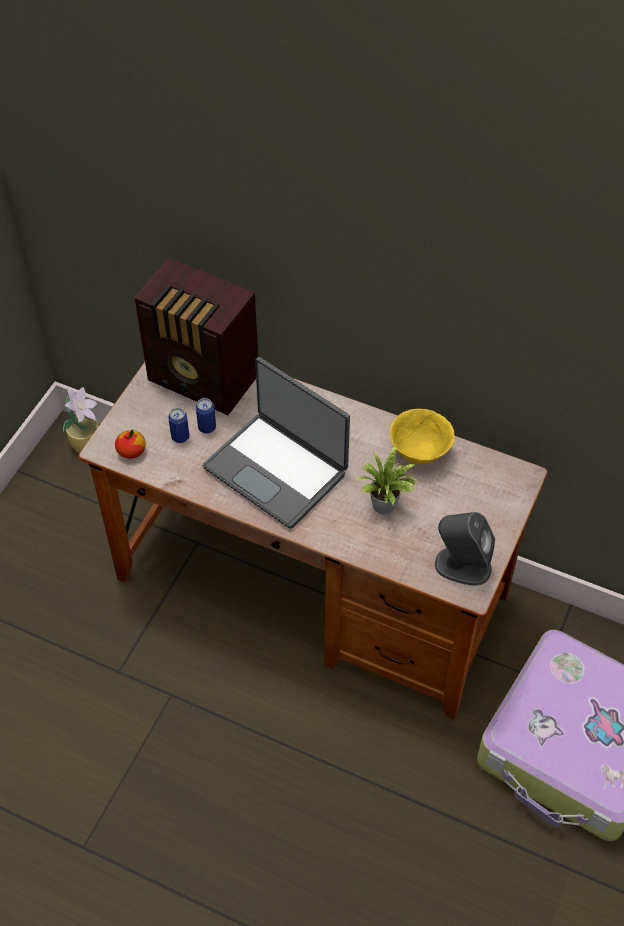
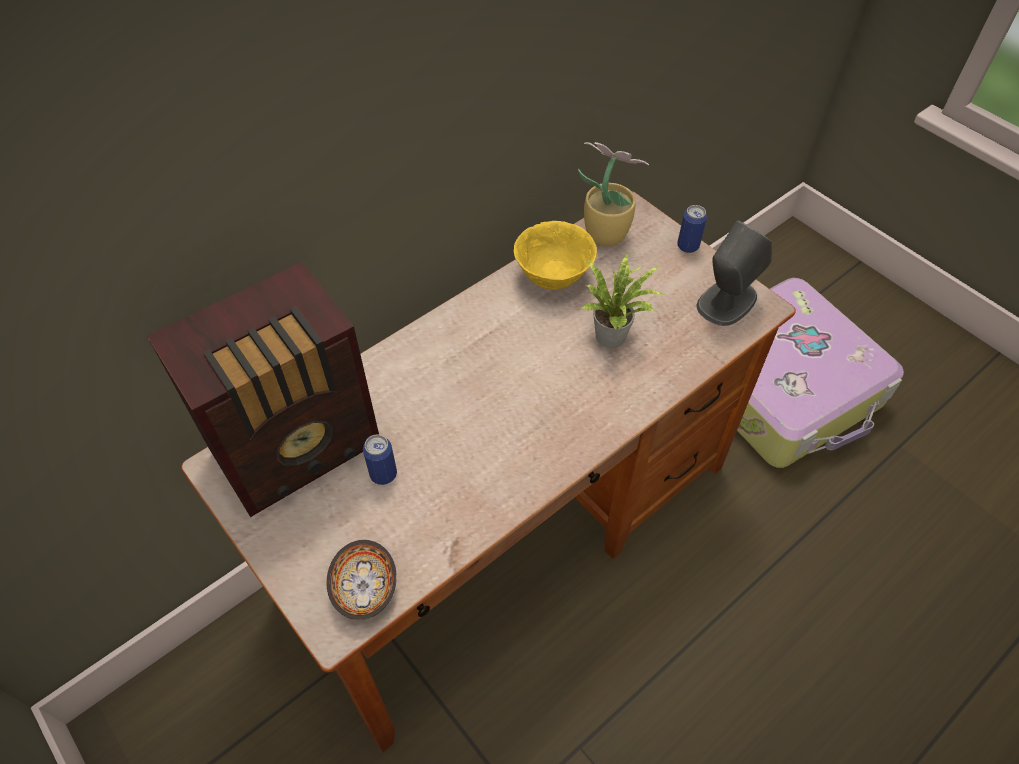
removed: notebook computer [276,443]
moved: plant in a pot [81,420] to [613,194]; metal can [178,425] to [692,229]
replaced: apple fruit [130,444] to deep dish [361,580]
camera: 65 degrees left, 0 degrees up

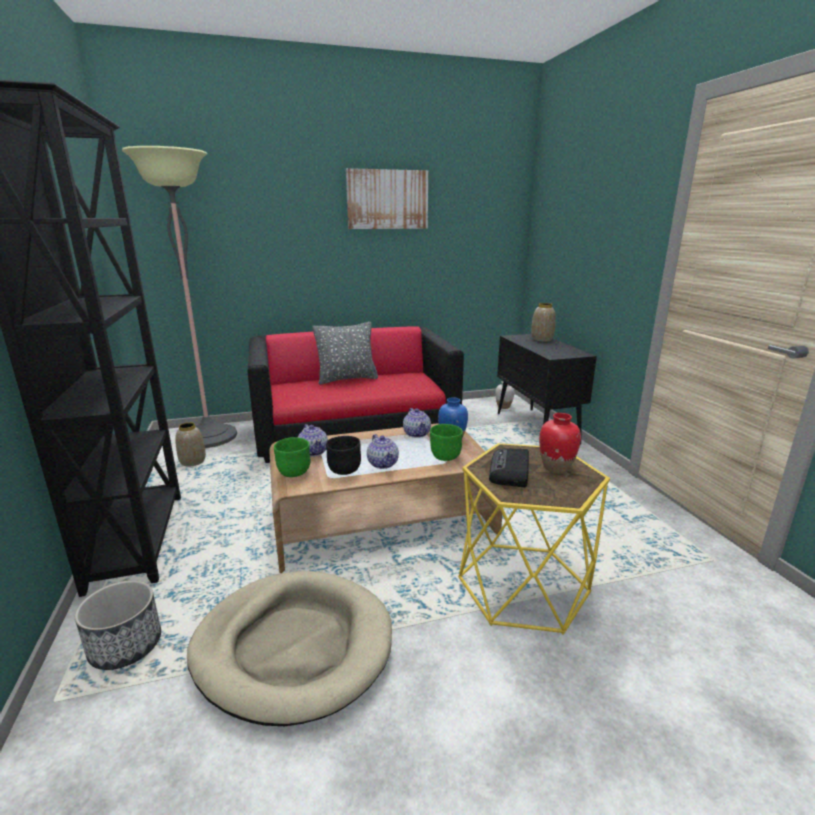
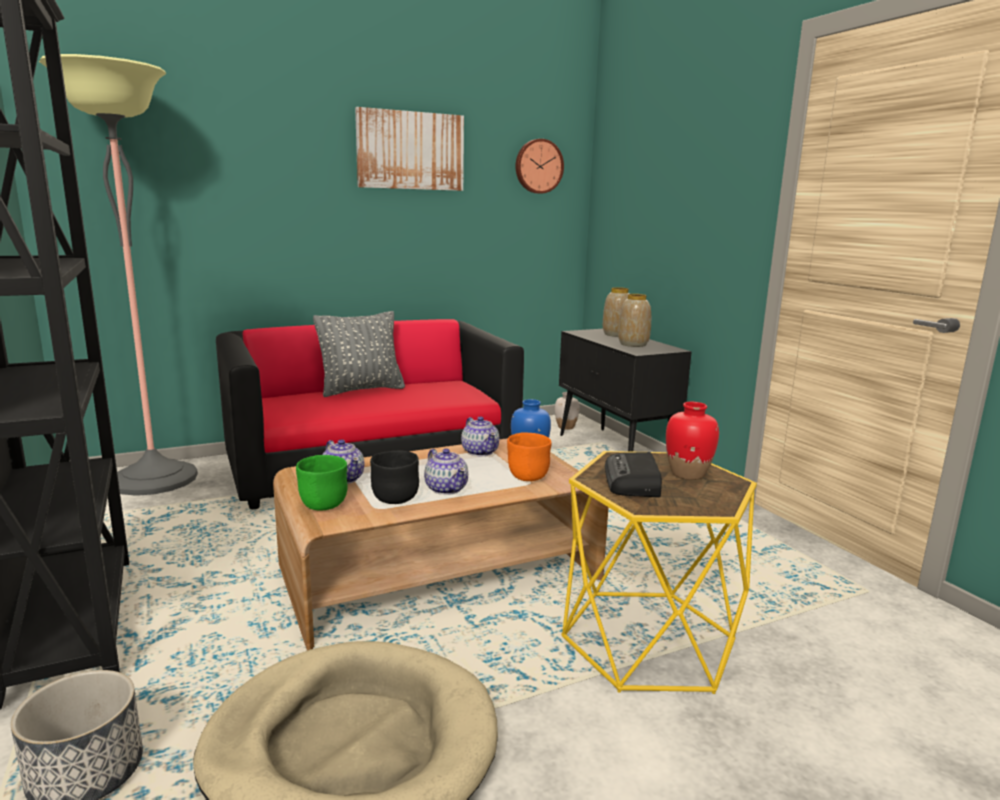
added: clock on the wall [540,166]
moved: flower vase [190,444] to [634,320]
recoloured: greenish deep dish [446,442] to orange deep dish [529,457]
camera: 10 degrees left, 5 degrees down

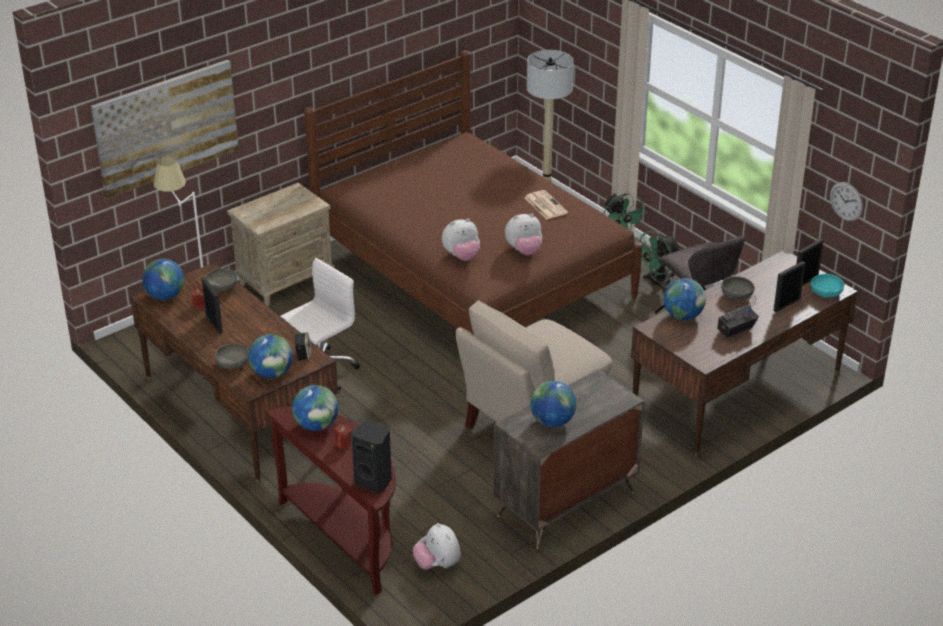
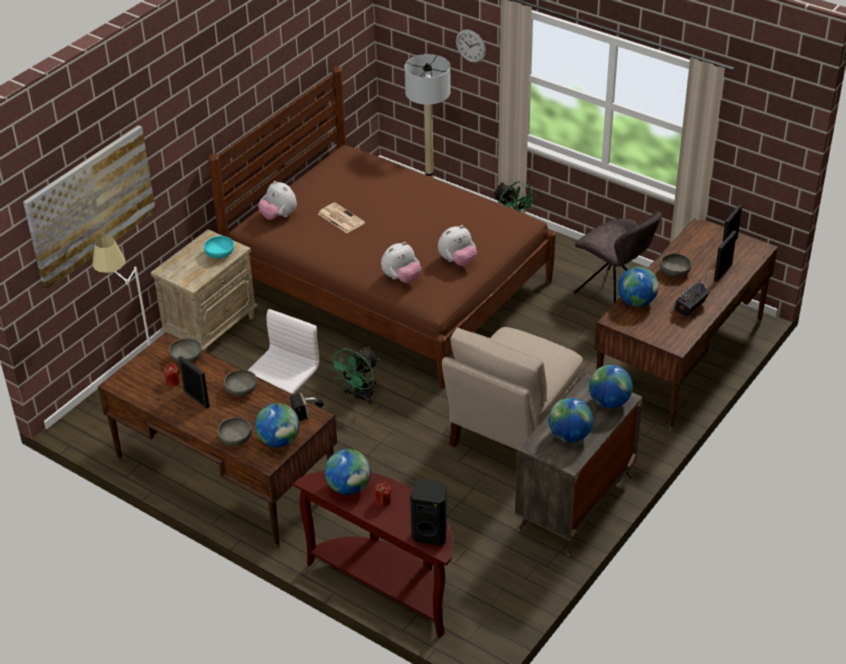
added: grey deep dish [240,383]
moved: clock on the wall [846,201] to [471,46]; daily paper [546,205] to [341,218]; greenish cooling fan [658,261] to [354,376]; world globe [163,279] to [611,387]; blue-green deep dish [827,285] to [219,247]; cuddly toy [437,546] to [277,200]
camera: 15 degrees left, 5 degrees up

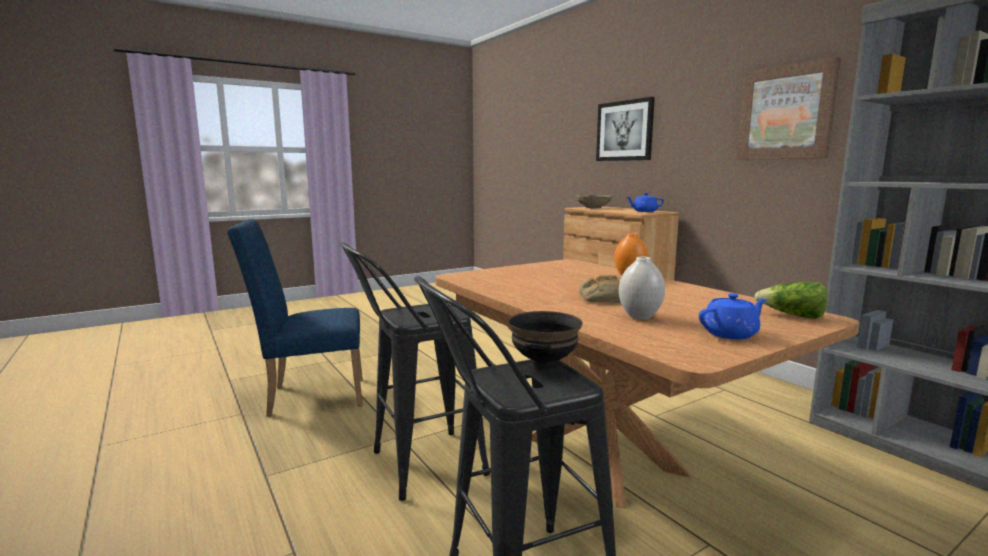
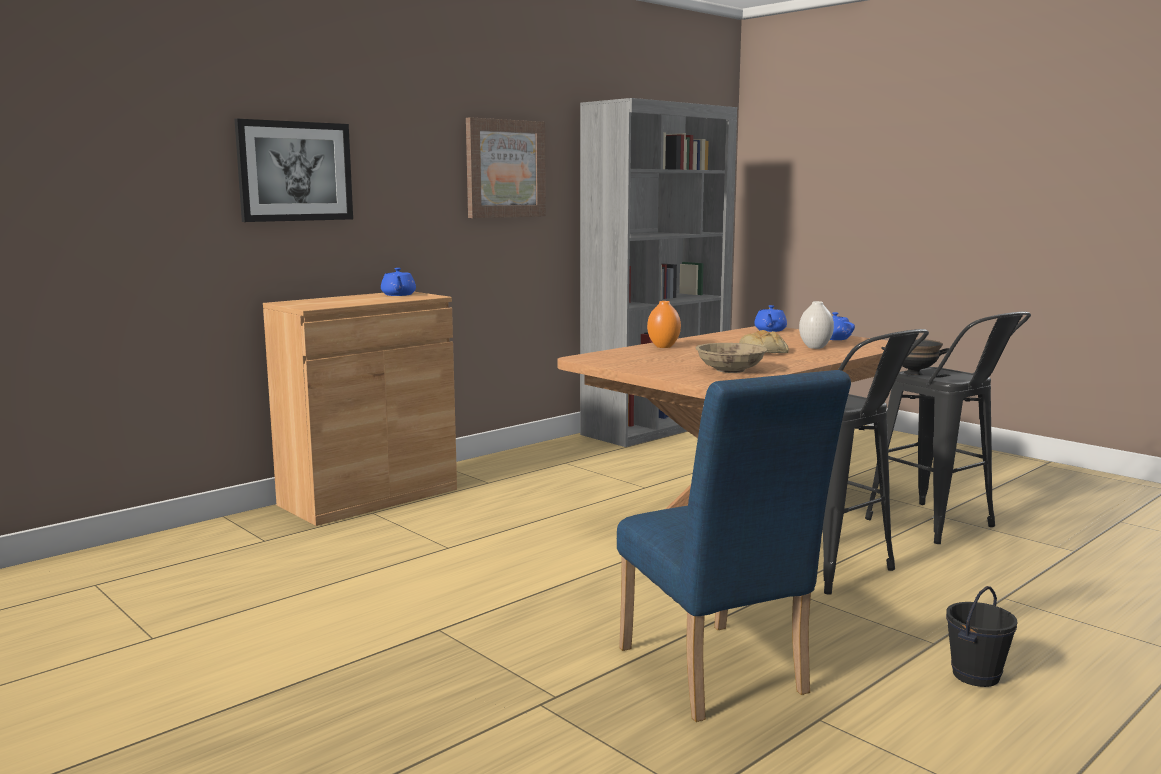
added: black pail [982,636]
moved: sand-coloured deep dish [594,201] to [731,358]
replaced: lettuce head [791,300] to blue-coloured tea pot [770,318]
camera: 100 degrees left, 0 degrees up

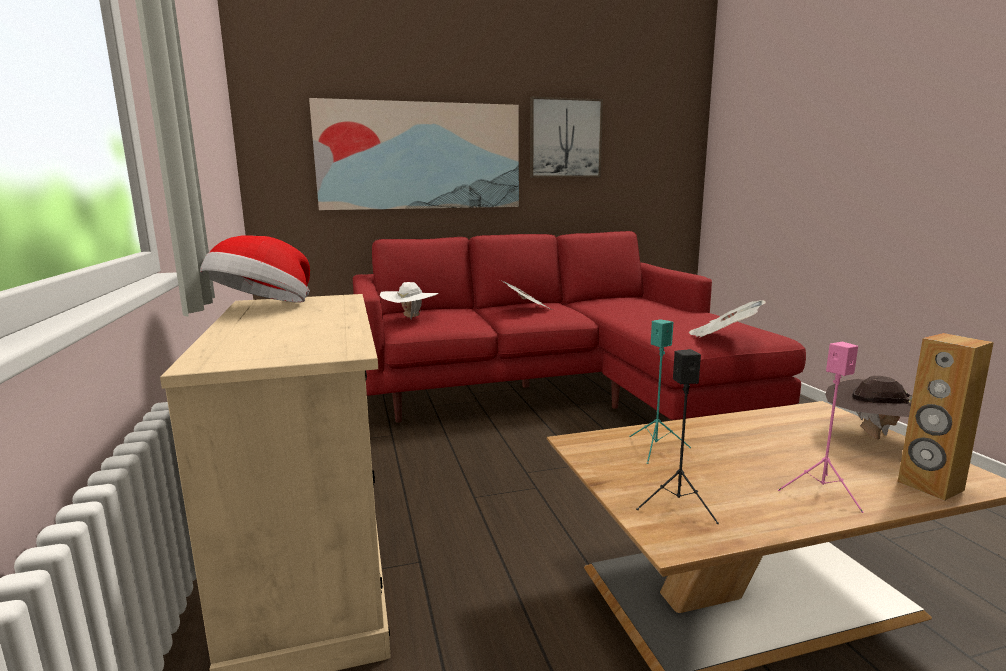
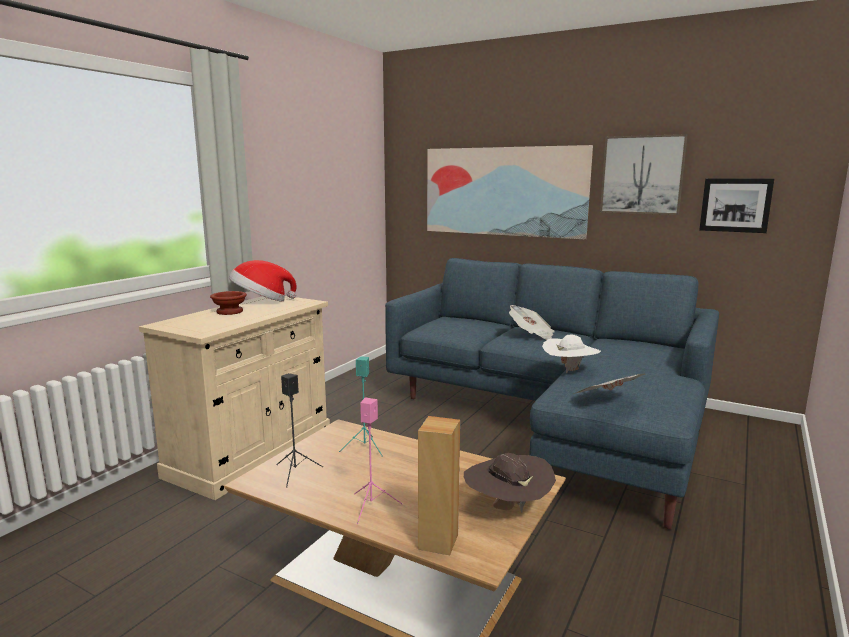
added: wall picture [736,205]; brownish deep dish [228,303]
moved: whitish wearable hat [409,300] to [571,354]
recoloured: reddish sofa [579,327] to blue-coloured sofa [552,393]
camera: 45 degrees right, 0 degrees up

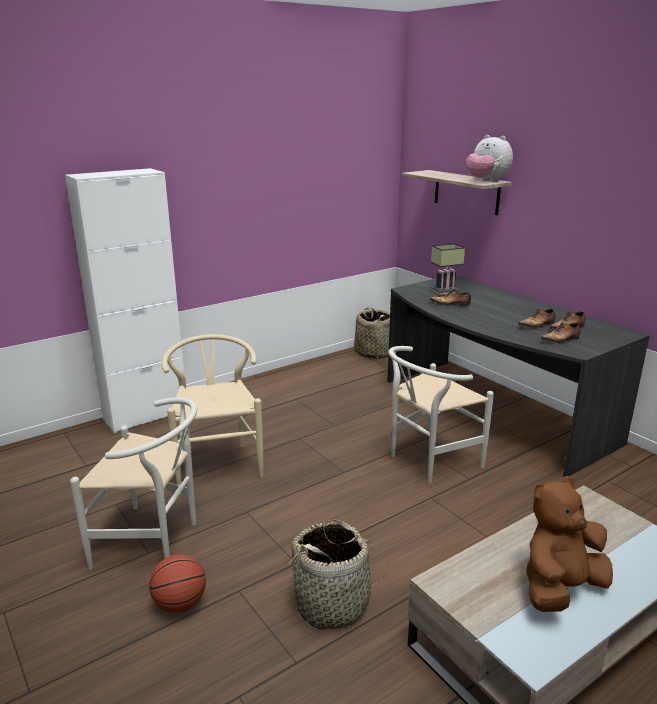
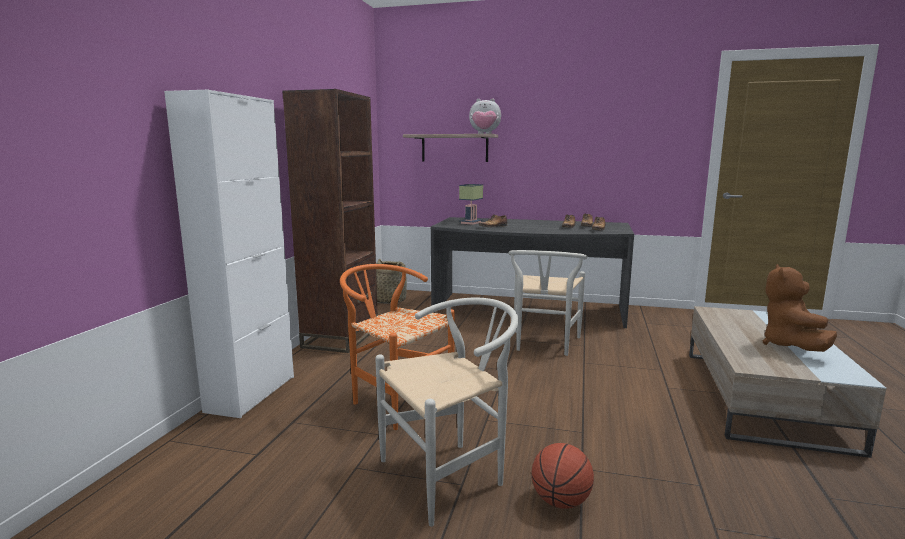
removed: household basket [336,574]
added: brownish bookshelf [330,221]
recoloured: sand-coloured plain chair [212,409] to orange plain chair [397,347]
camera: 40 degrees left, 10 degrees down

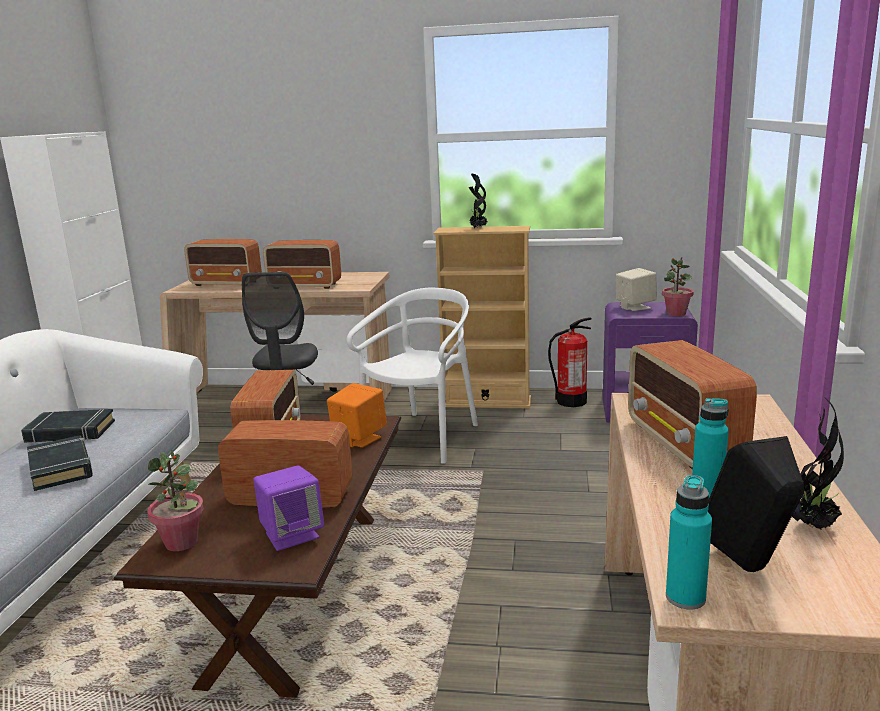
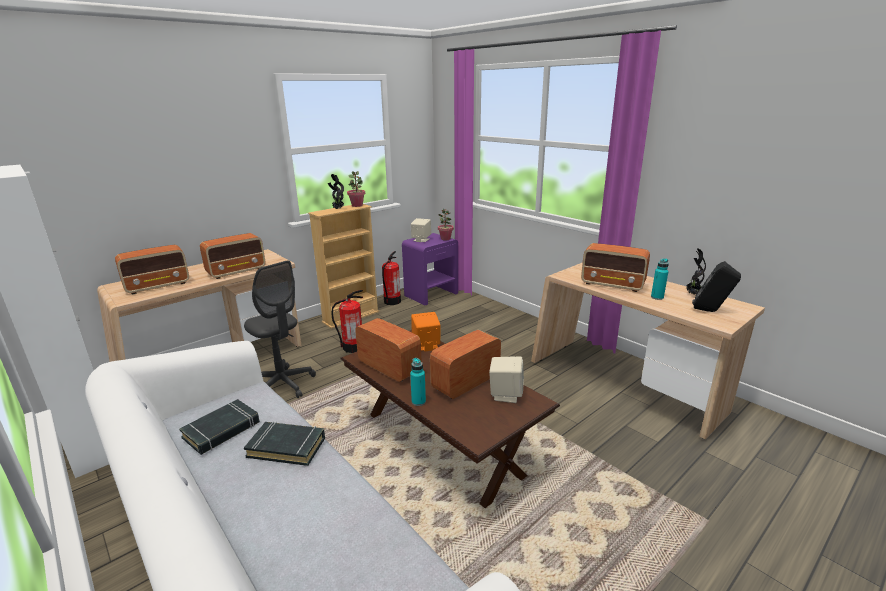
moved: plant in a pot [175,500] to [356,189]; blue-green bottle [689,542] to [418,382]
replaced: whitish plain chair [412,376] to fire extinguisher [347,321]
recoloured: purple loudspeaker [288,508] to sand-coloured loudspeaker [506,379]
camera: 50 degrees left, 5 degrees up

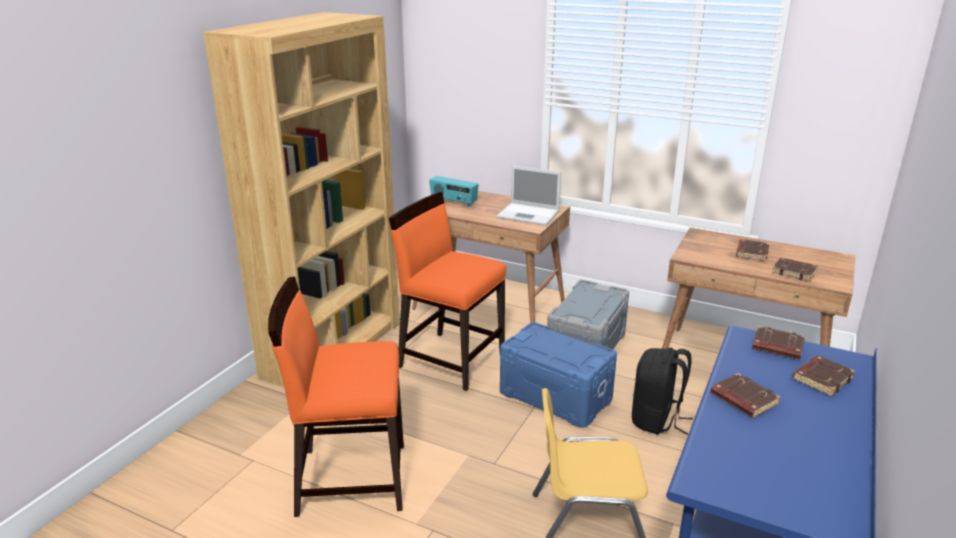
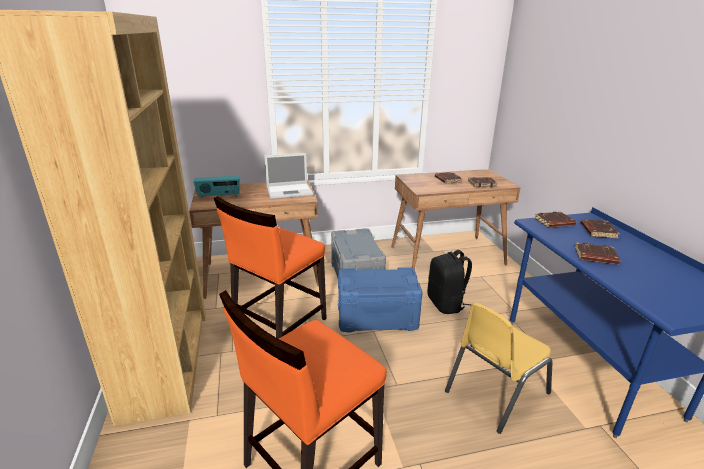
turned: orange plain chair [447,291] = [270,267] 45 degrees counterclockwise
camera: 40 degrees left, 0 degrees up

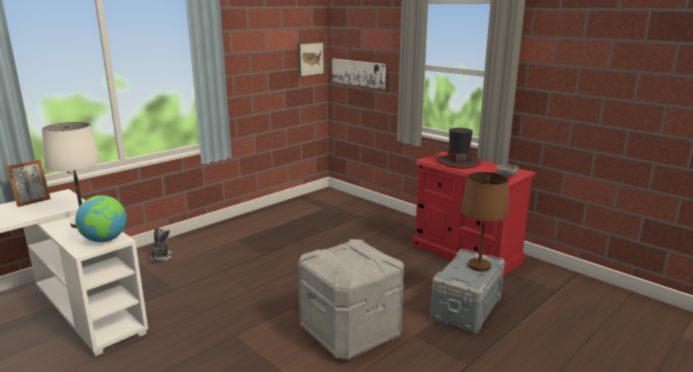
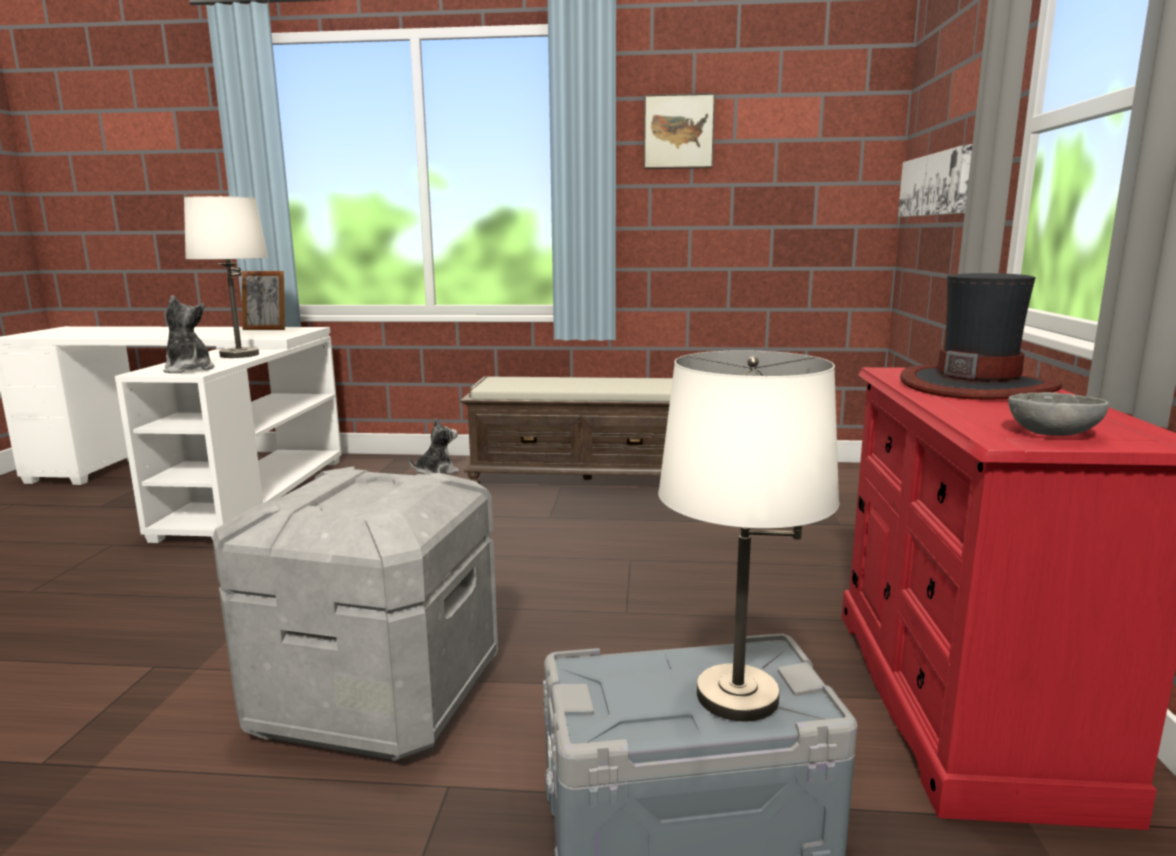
added: brownish bench [566,430]
moved: wall picture [310,59] to [679,131]
replaced: world globe [101,218] to cuddly toy [188,334]
recoloured: brownish table lamp [485,222] to whitish table lamp [748,535]
camera: 50 degrees right, 5 degrees down

